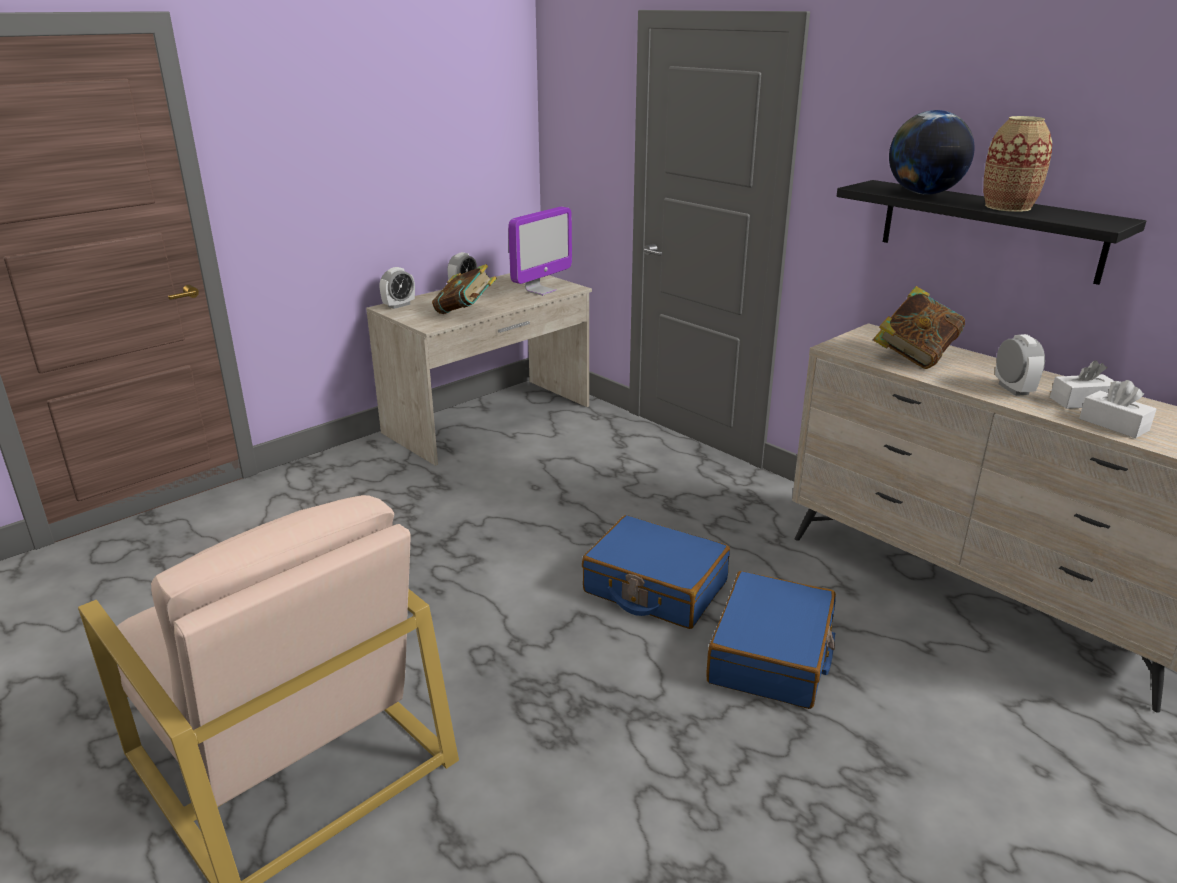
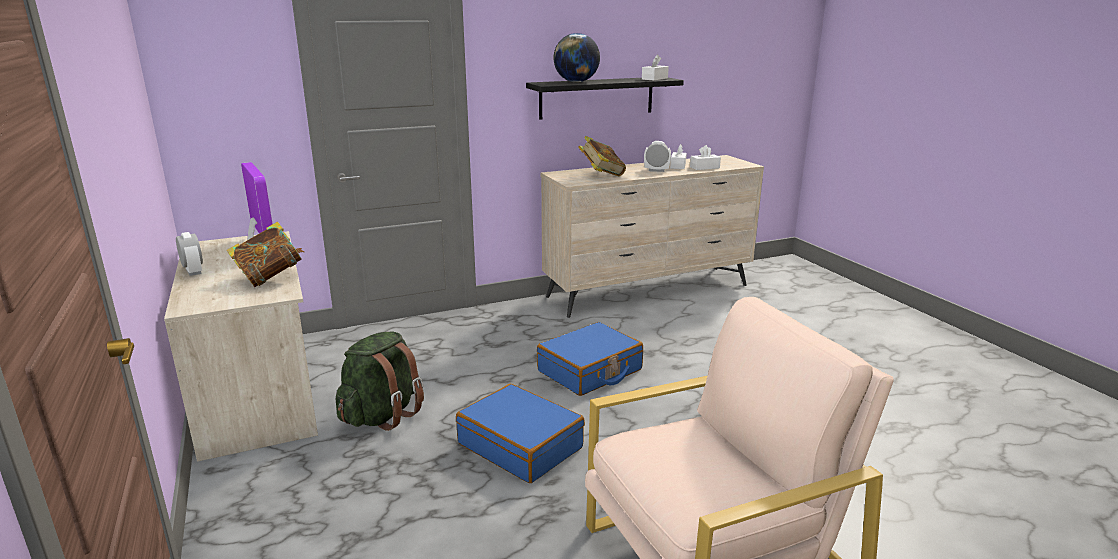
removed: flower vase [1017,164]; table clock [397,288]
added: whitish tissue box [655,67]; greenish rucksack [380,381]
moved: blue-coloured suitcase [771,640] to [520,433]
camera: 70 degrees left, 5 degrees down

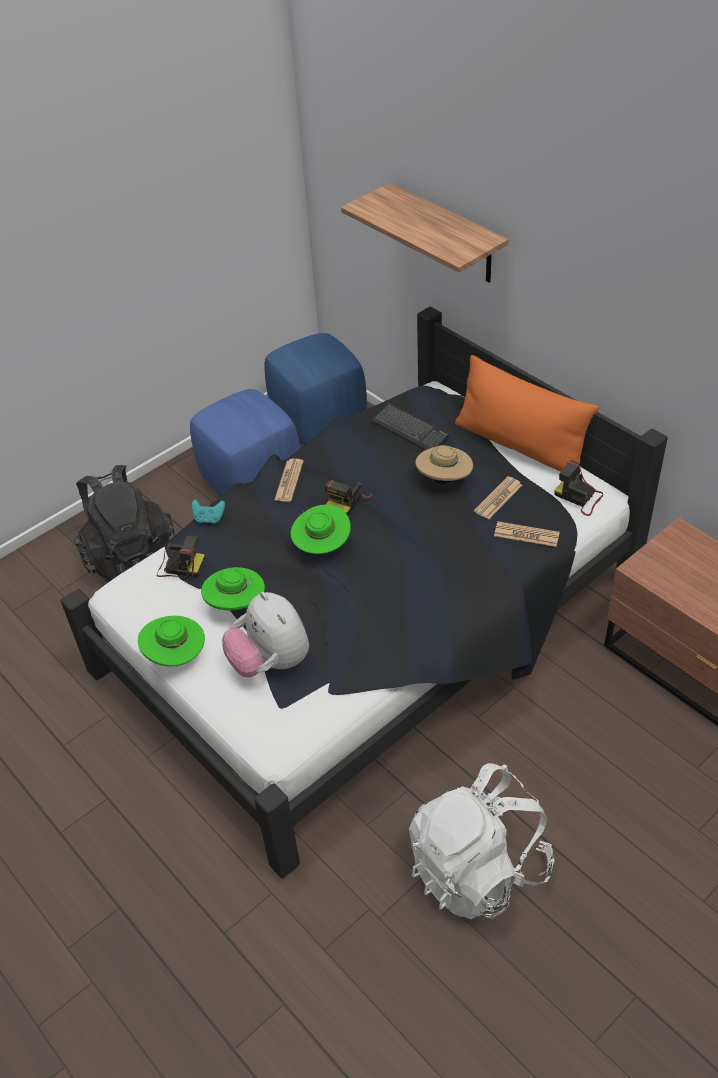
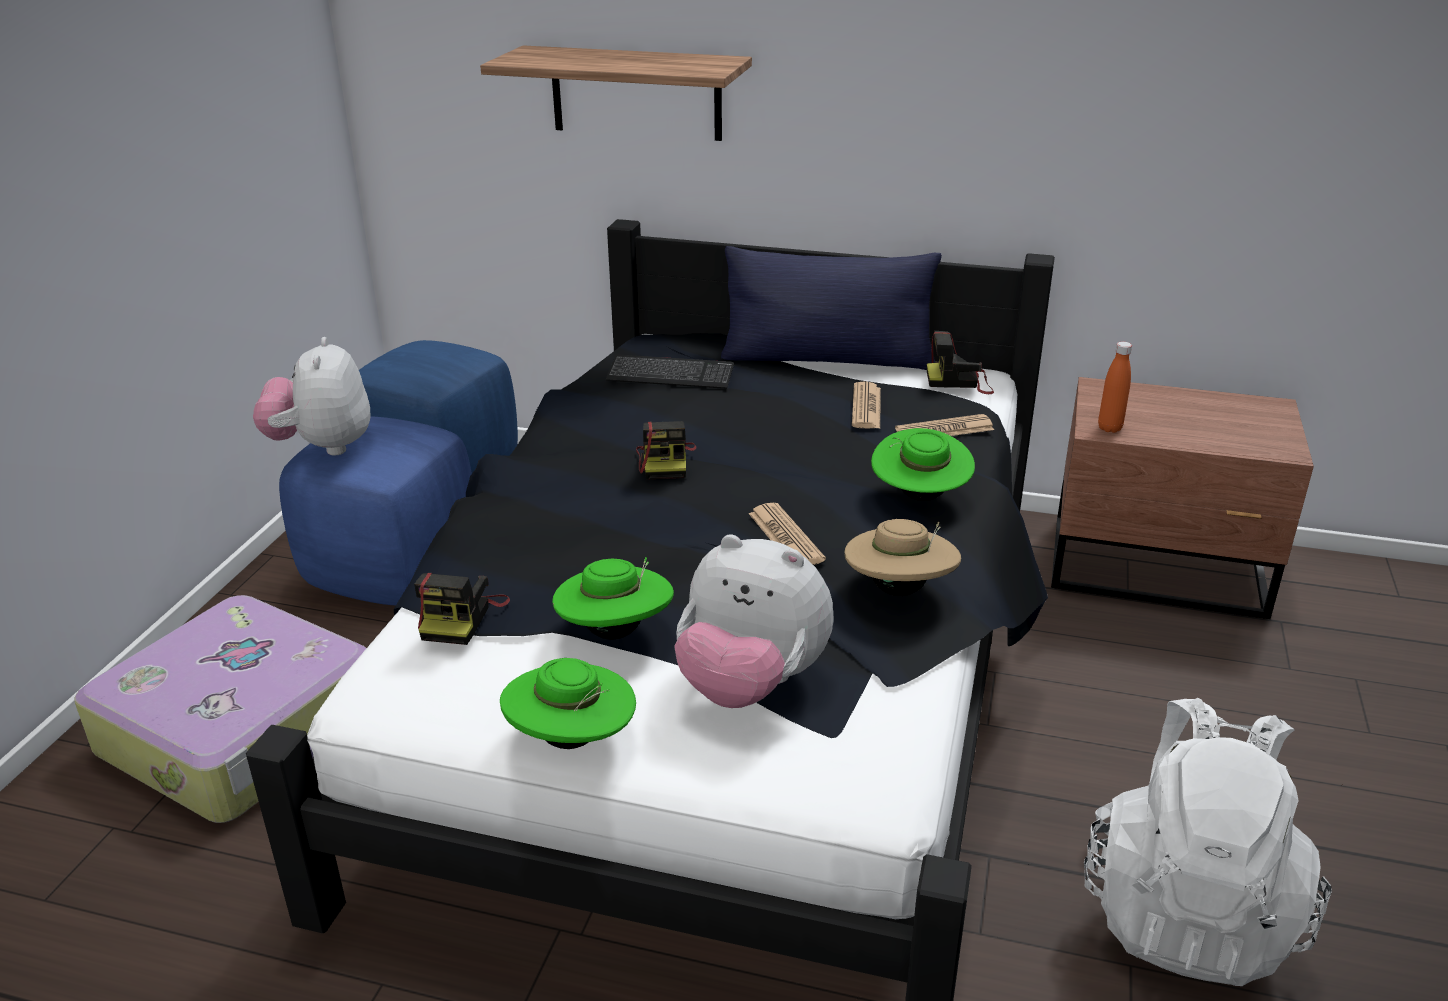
removed: blue-green gamepad [208,511]
added: cuddly toy [312,396]; orange bottle [1115,387]
moved: sand-coloured wearable hat [444,464] to [902,557]; daily paper [289,480] to [787,534]; greenish wearable hat [321,529] to [923,464]
replaced: black rucksack [124,523] to suitcase [220,709]
recoloured: orange cushion [527,413] to blue-coloured cushion [831,308]
turned: photo camera [181,557] = [462,609] 120 degrees clockwise
camera: 35 degrees left, 15 degrees down

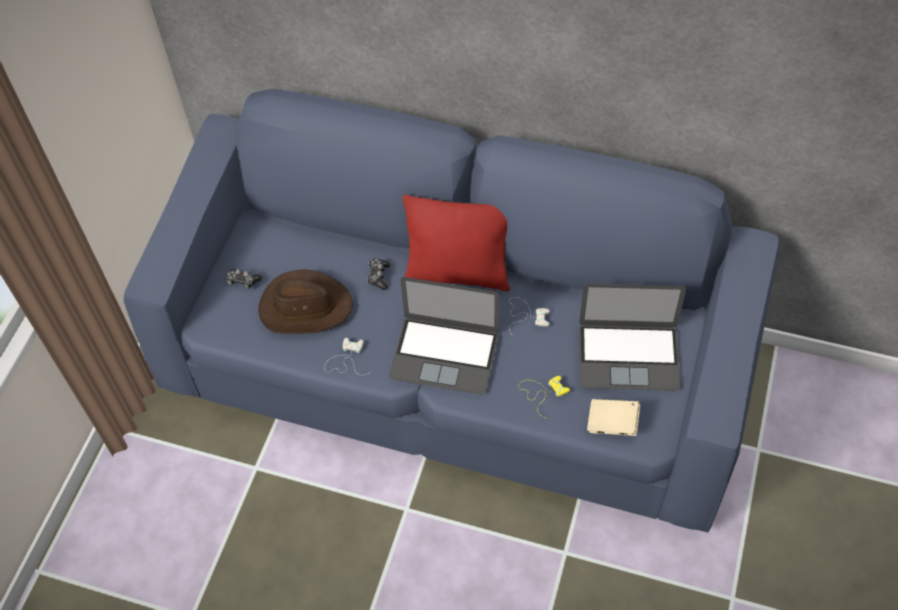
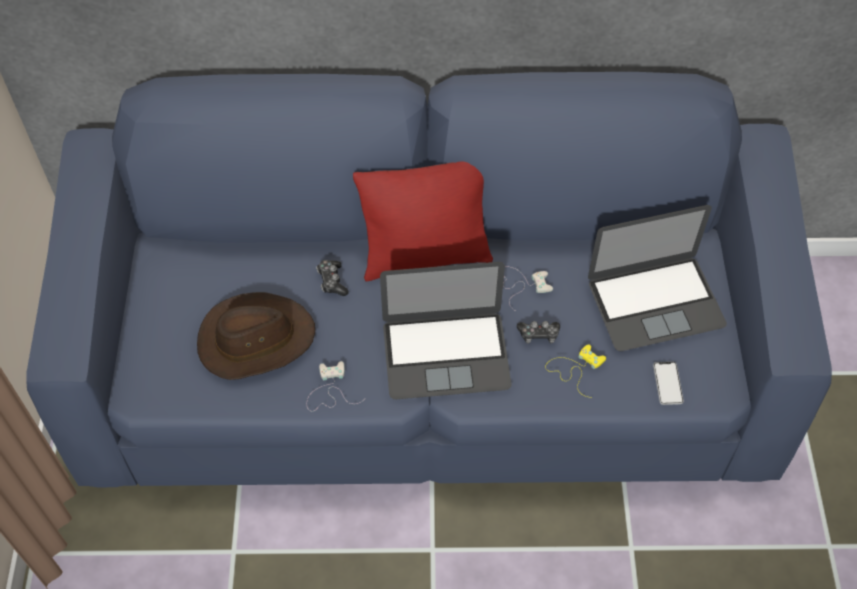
moved: gamepad [244,279] to [538,332]
replaced: sand-coloured book [613,417] to handset [668,383]
camera: 20 degrees left, 0 degrees up

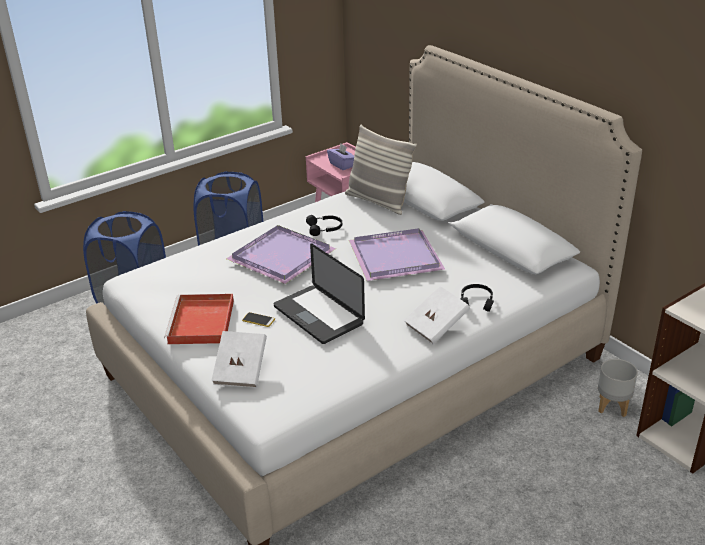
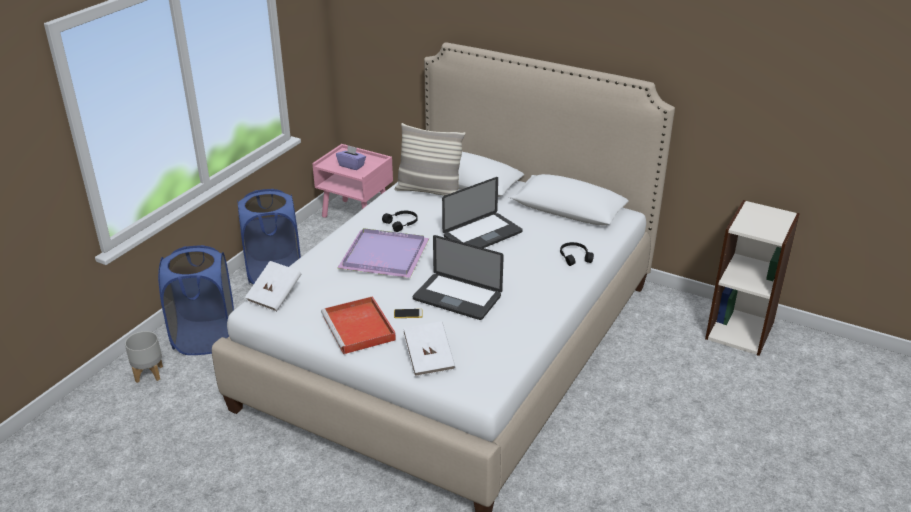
moved: whitish book [437,315] to [273,286]; grey plant pot [618,388] to [144,357]
replaced: purple serving tray [397,254] to notebook computer [482,212]
camera: 25 degrees left, 0 degrees up

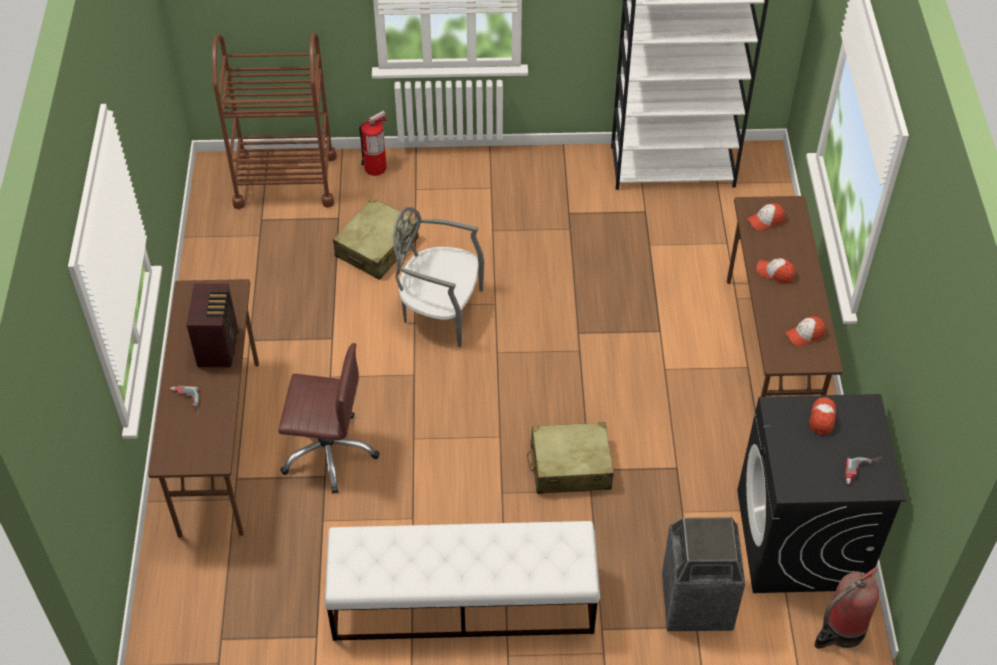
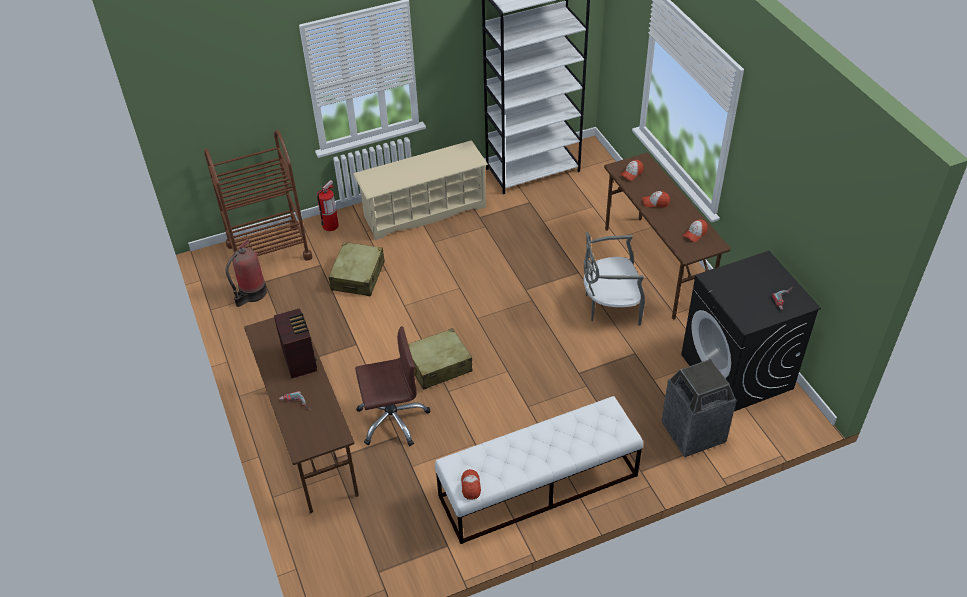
added: sand-coloured shoe stand [420,190]
moved: grey plain chair [438,277] to [614,279]; baseball cap [822,416] to [471,484]; sand-coloured suitcase [570,458] to [440,359]; fire extinguisher [846,608] to [246,273]
camera: 20 degrees left, 5 degrees down

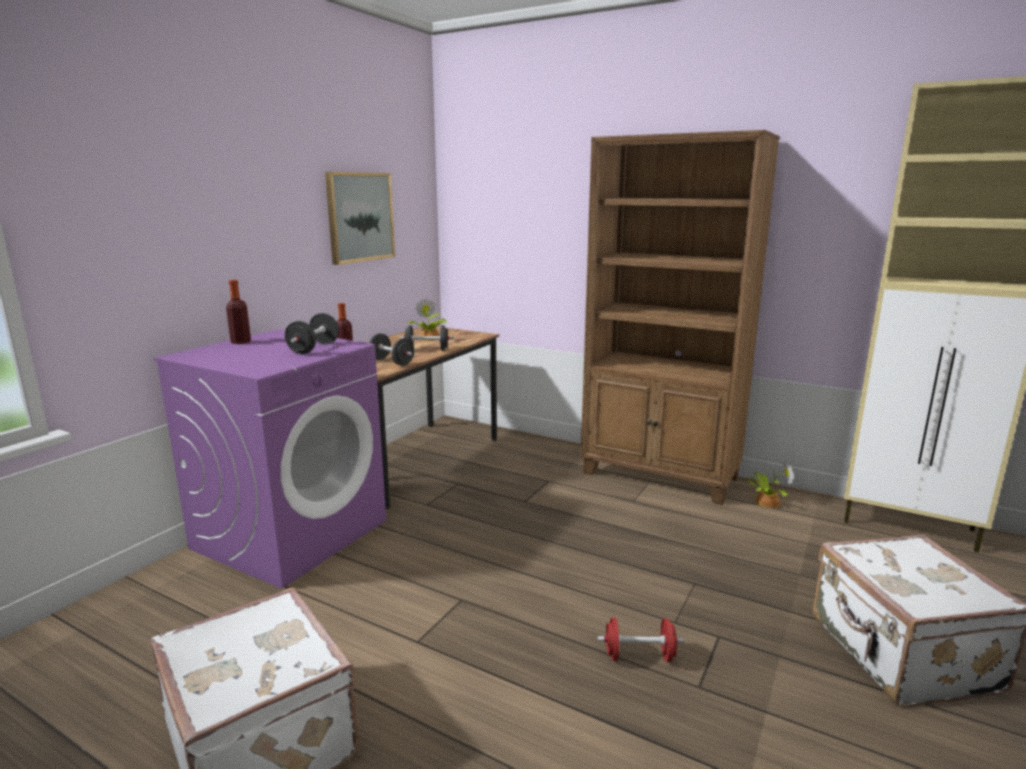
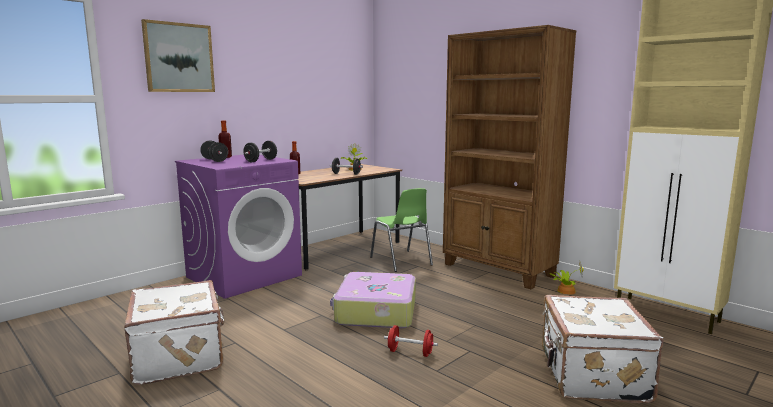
added: greenish plain chair [401,230]; suitcase [373,300]
moved: wall picture [360,218] to [178,55]; black hand weight [391,349] to [214,151]
camera: 15 degrees right, 5 degrees down

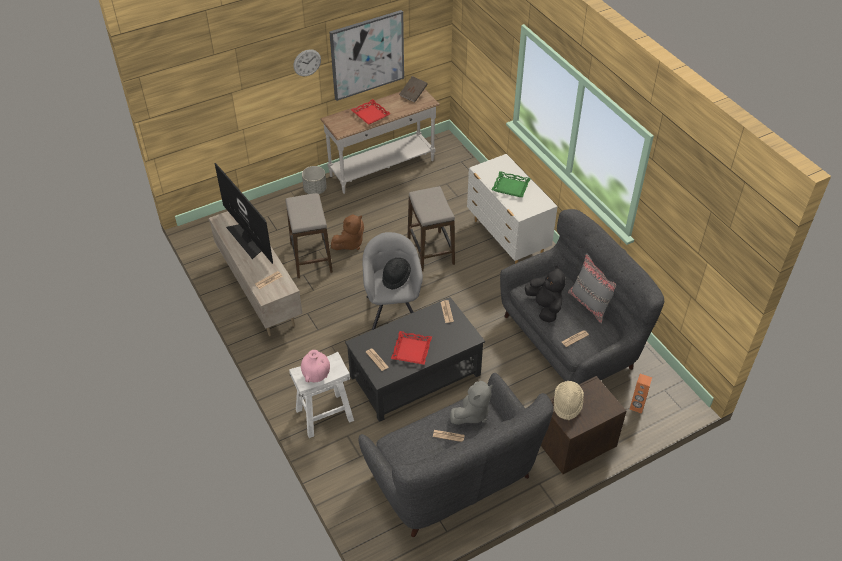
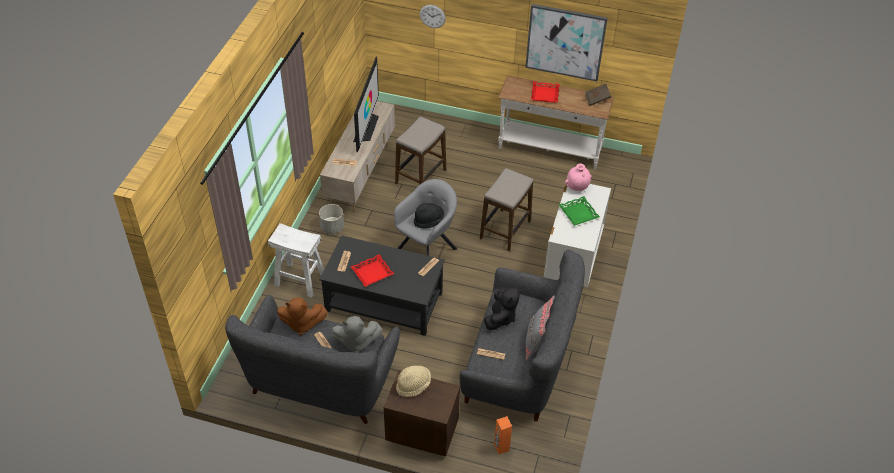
moved: clock on the wall [307,62] to [433,16]; grey plant pot [314,180] to [331,219]; brownish cuddly toy [347,232] to [302,316]; pink-coloured flower vase [315,366] to [578,177]
camera: 45 degrees right, 0 degrees up

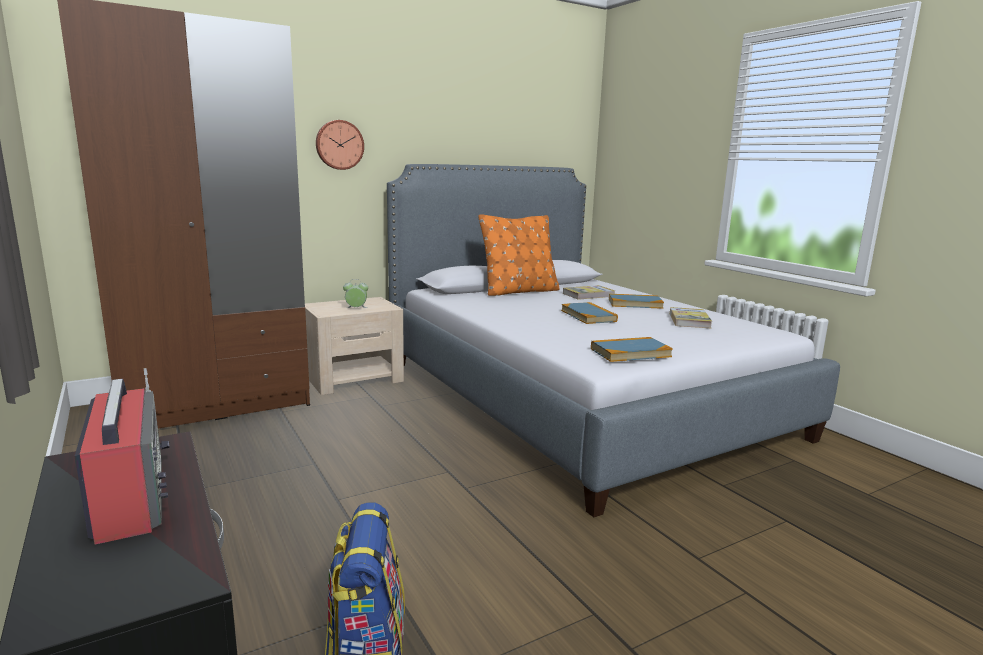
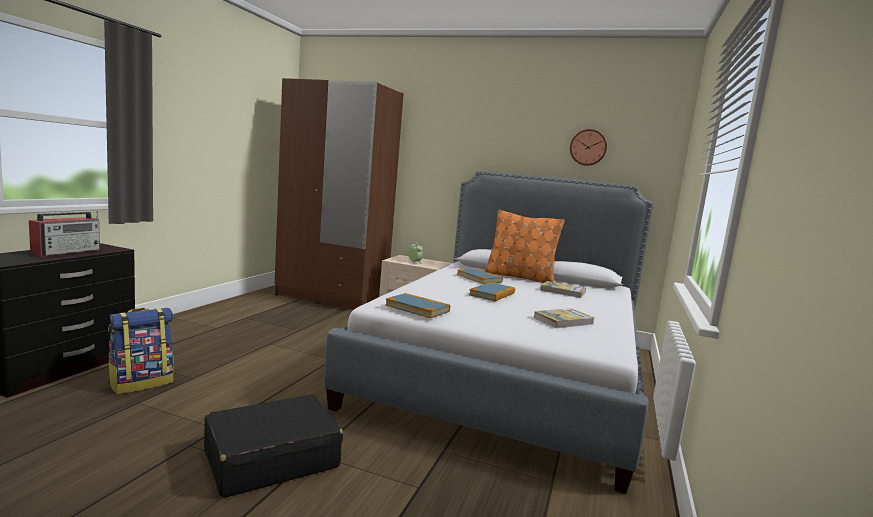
added: black suitcase [273,446]
moved: clock on the wall [340,145] to [588,147]; book [636,301] to [480,276]
camera: 50 degrees right, 5 degrees down

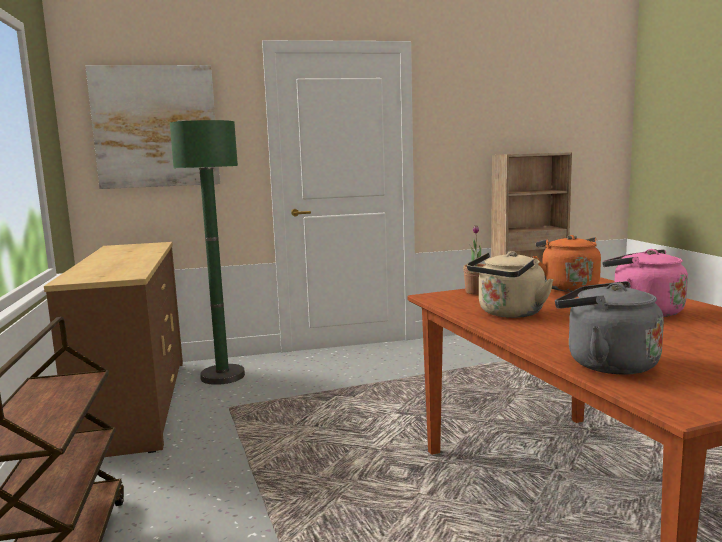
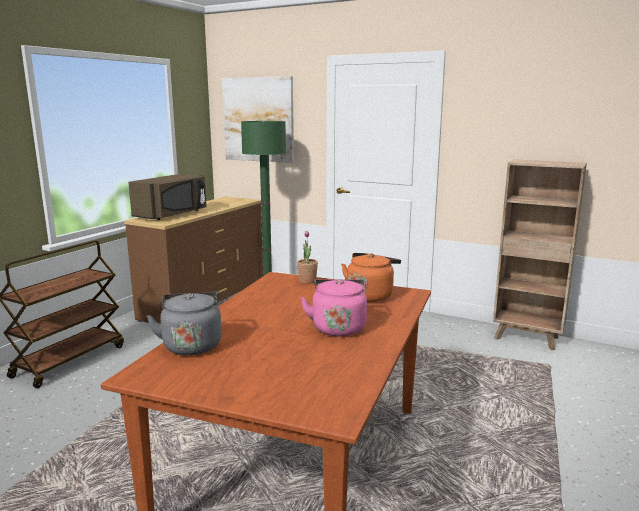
removed: sand-coloured tea kettle [510,284]
added: brownish microwave oven [167,197]
camera: 40 degrees right, 5 degrees up

